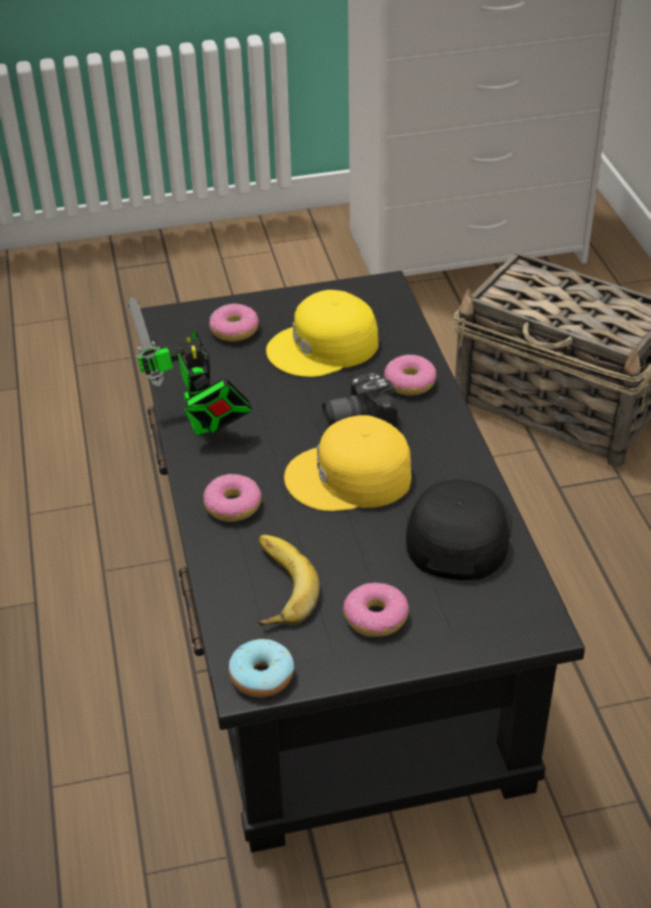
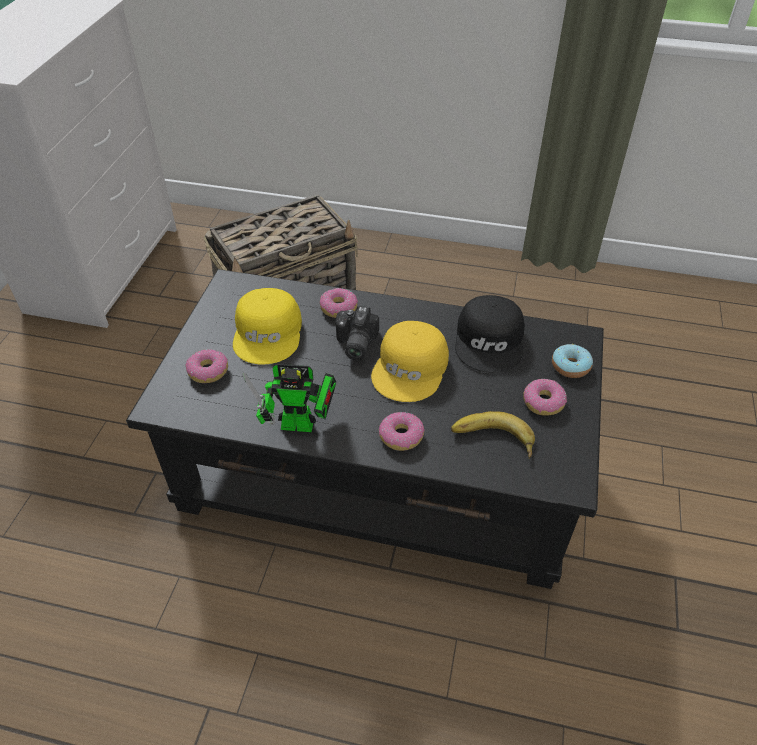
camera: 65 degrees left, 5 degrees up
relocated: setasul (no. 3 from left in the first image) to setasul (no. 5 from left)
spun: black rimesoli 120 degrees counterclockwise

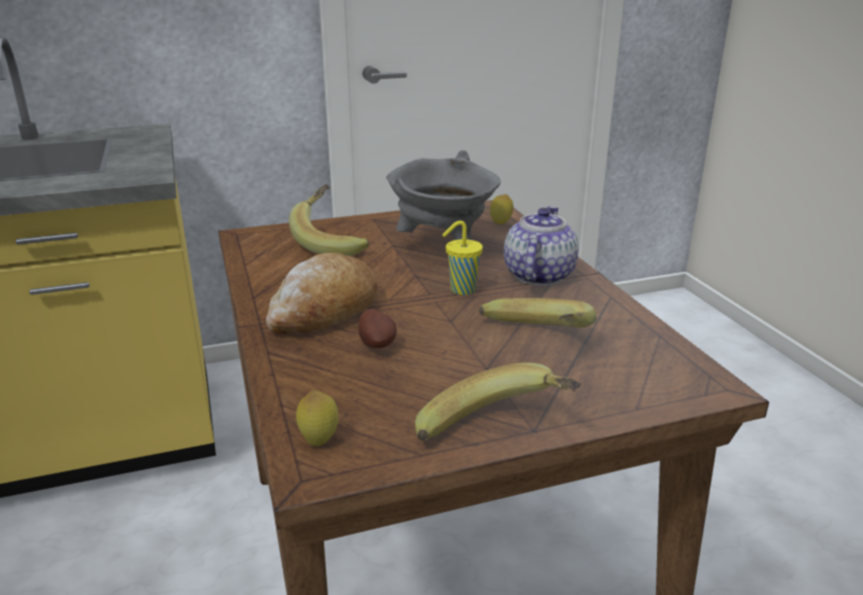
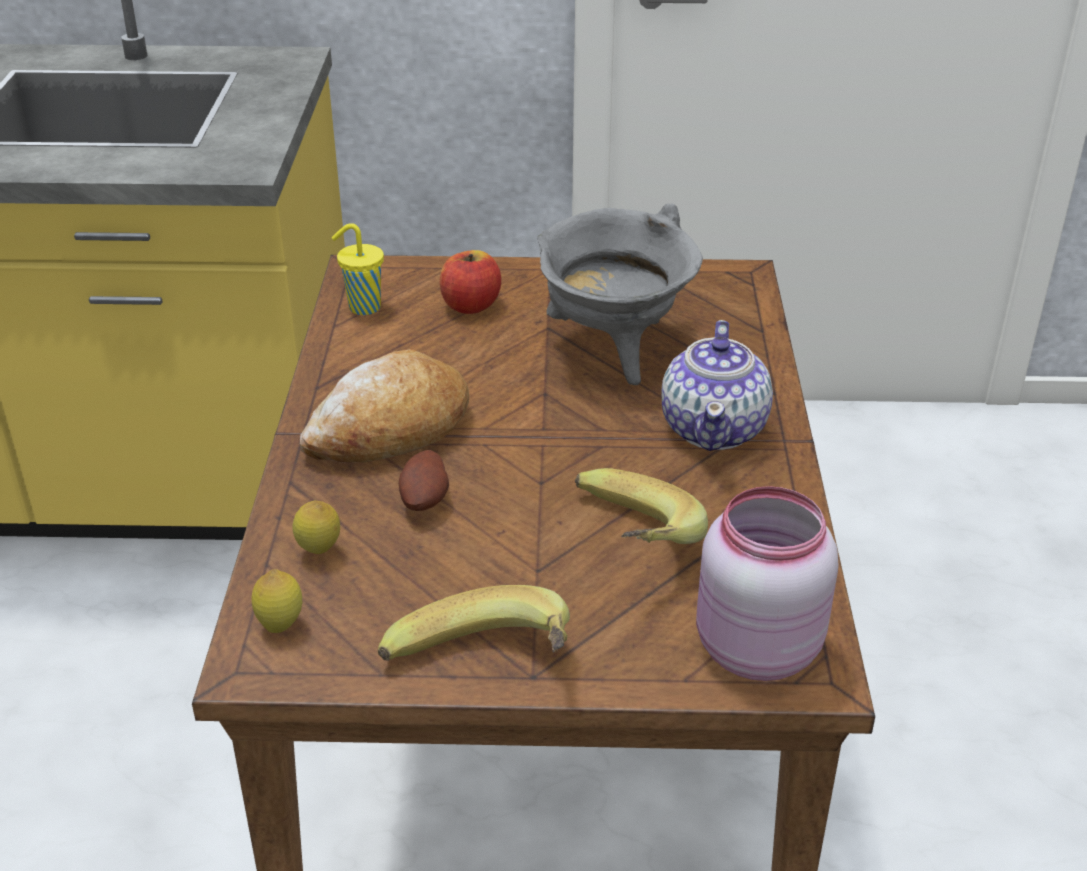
camera: 20 degrees right, 10 degrees up
appeared: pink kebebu
relocated: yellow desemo; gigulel (no. 2 from left)
exchanged: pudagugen (no. 1 from left) to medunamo
spun: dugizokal 150 degrees clockwise

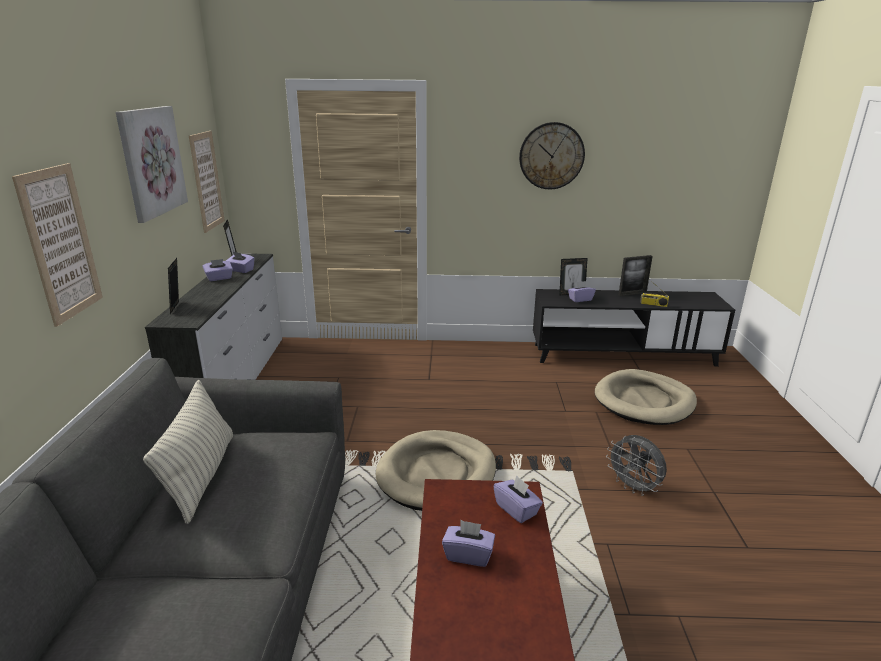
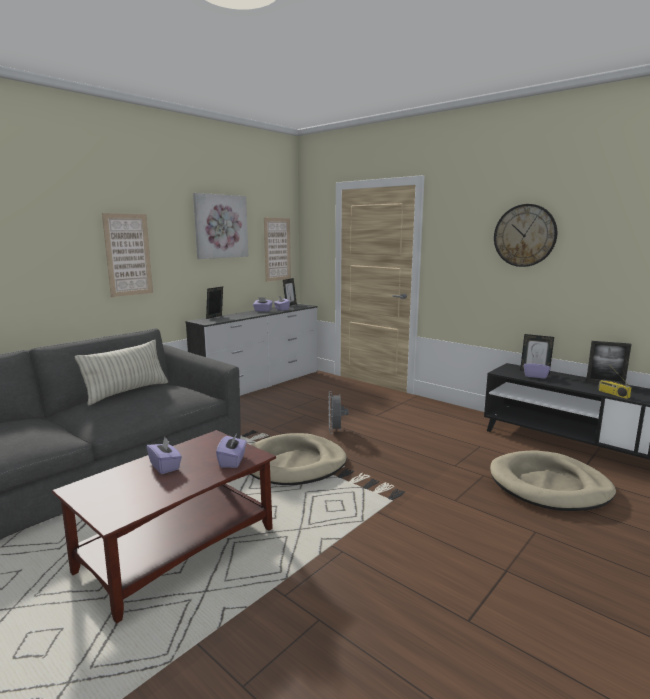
camera: 40 degrees right, 10 degrees down
relocated: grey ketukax

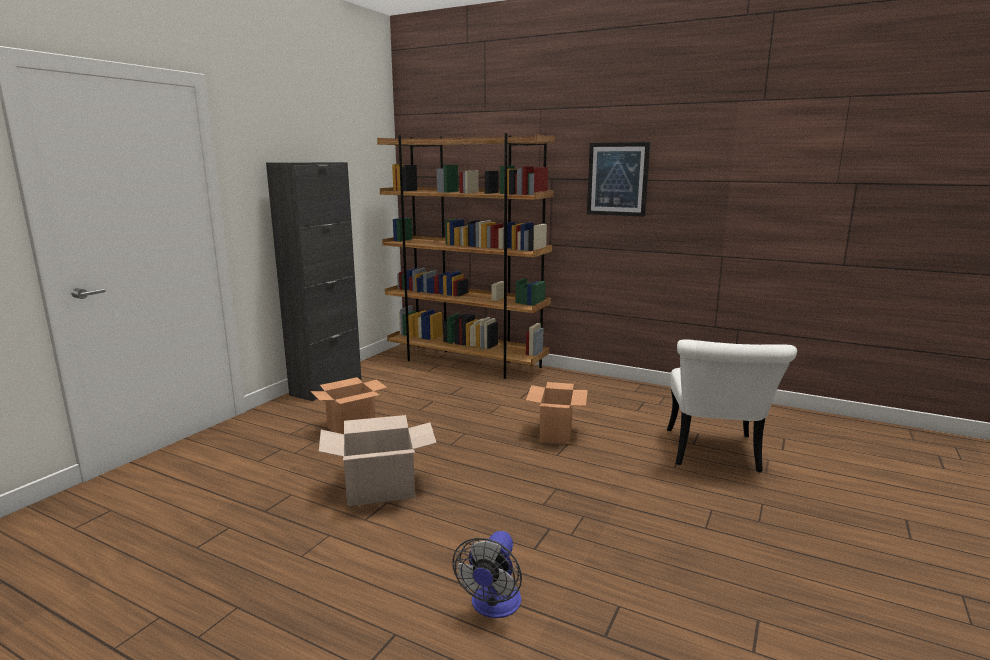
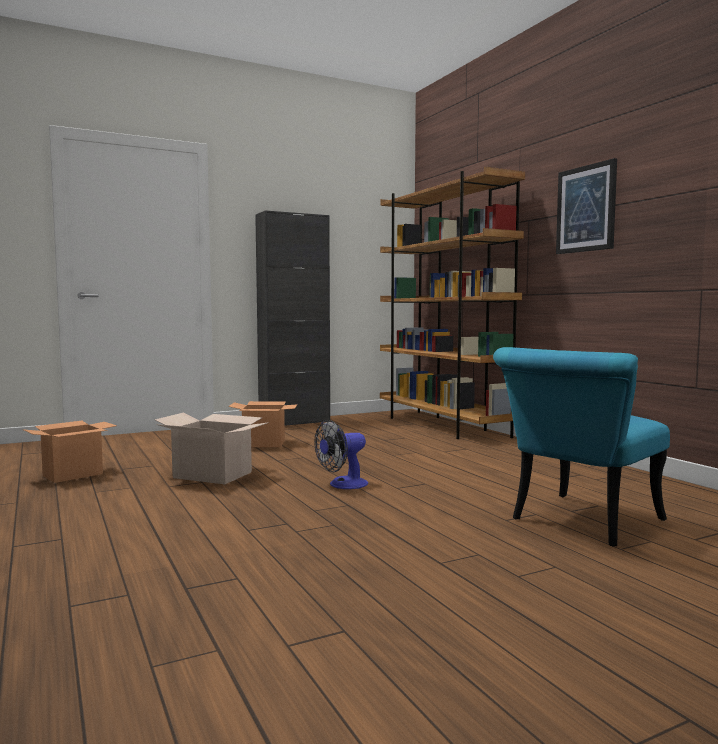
camera: 35 degrees right, 10 degrees down
relocated: ketukax; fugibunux (no. 3 from left in the first image) to fugibunux (no. 1 from left)
colour: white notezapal to turquoise notezapal

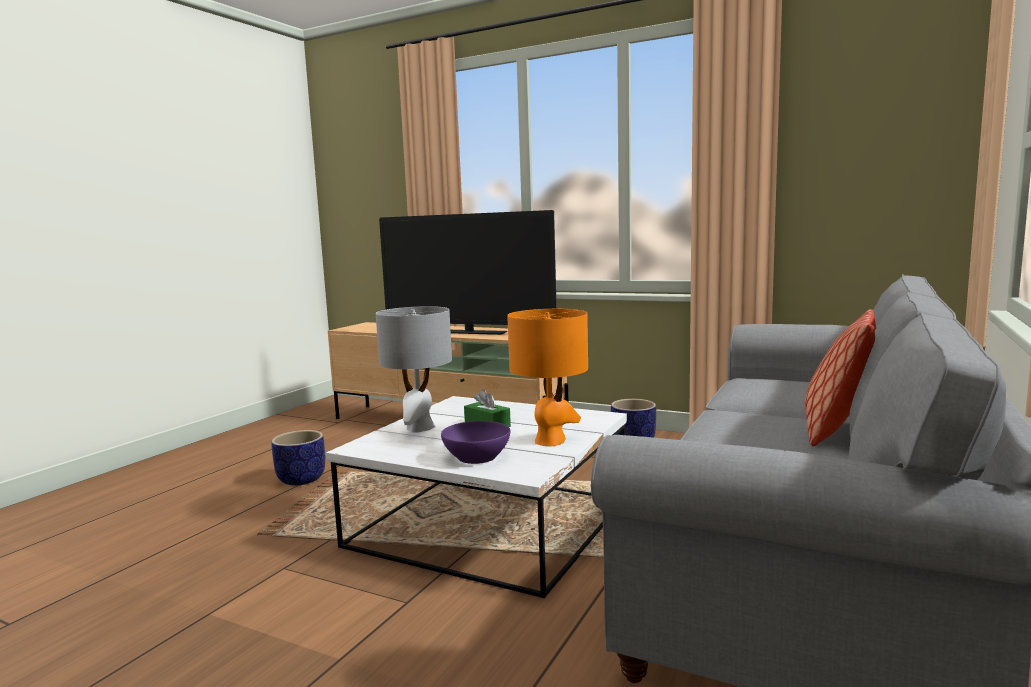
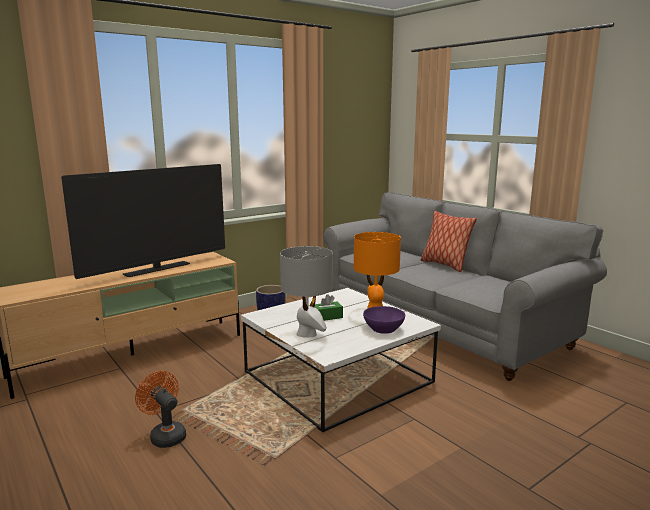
camera: 65 degrees left, 5 degrees up
exchanged: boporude (no. 1 from left) to orange ketukax

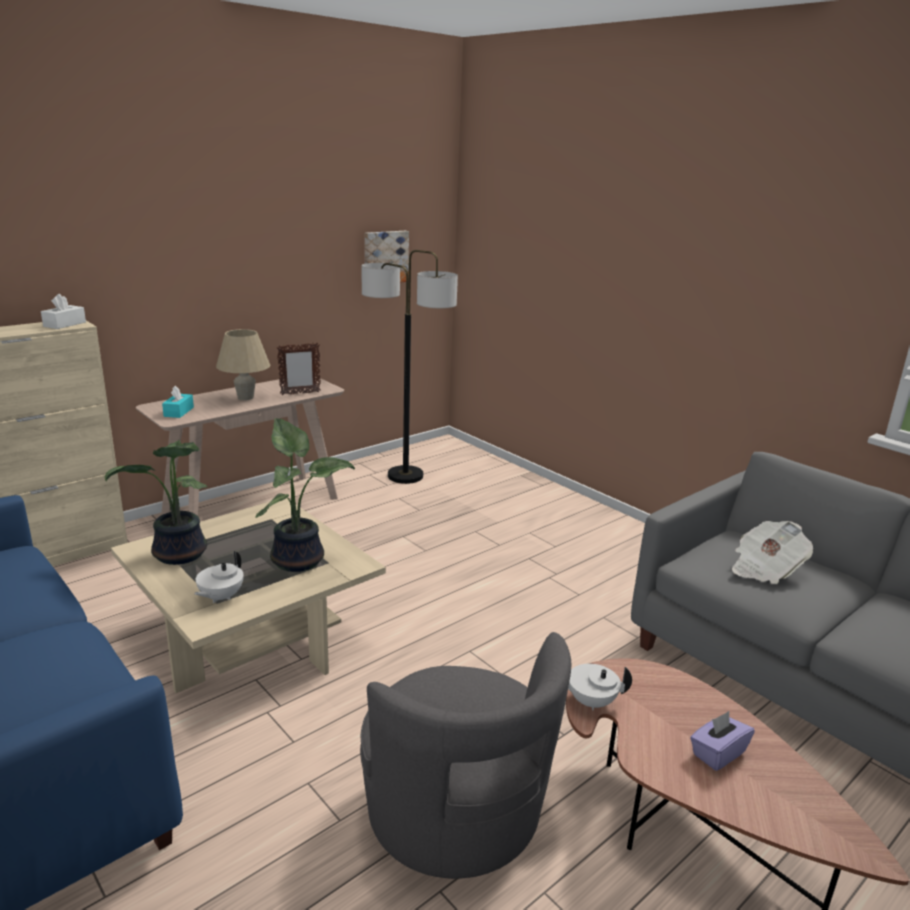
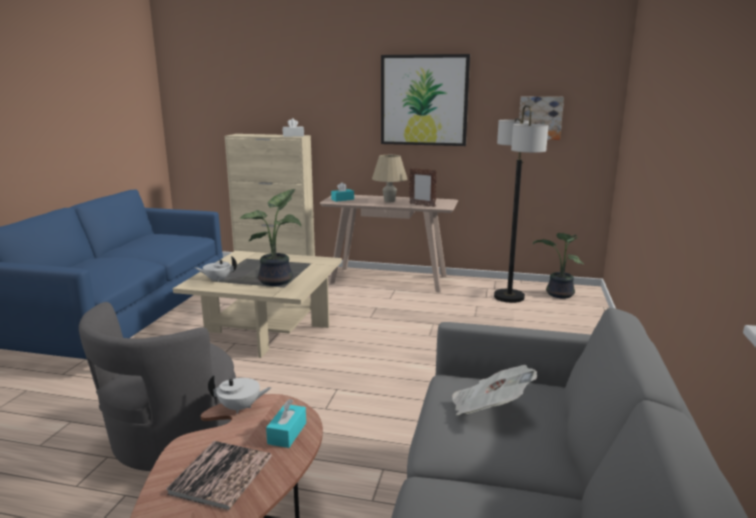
camera: 55 degrees right, 5 degrees down
appeared: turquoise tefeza (no. 1 from left); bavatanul (no. 1 from left)
relocated: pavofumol (no. 1 from left in the first image) to pavofumol (no. 2 from left)
exchanged: purple tefeza to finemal
spun: white dugizokal (no. 2 from left) 120 degrees clockwise

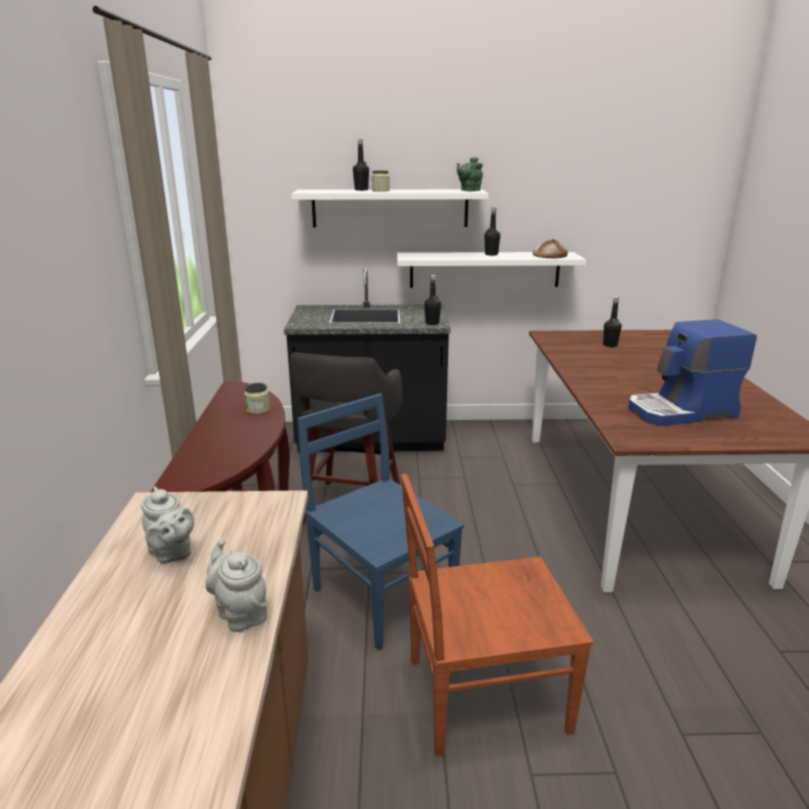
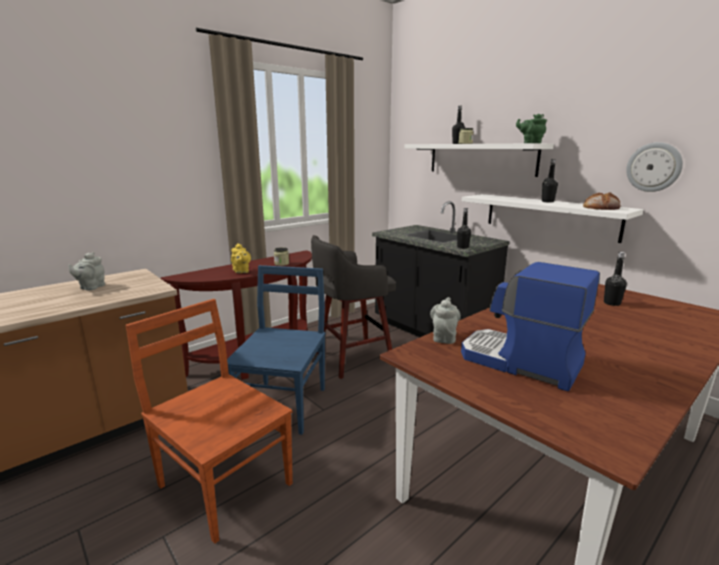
camera: 50 degrees right, 5 degrees down
appeared: yellow dugizokal; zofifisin
relocated: grey dugizokal (no. 2 from left)

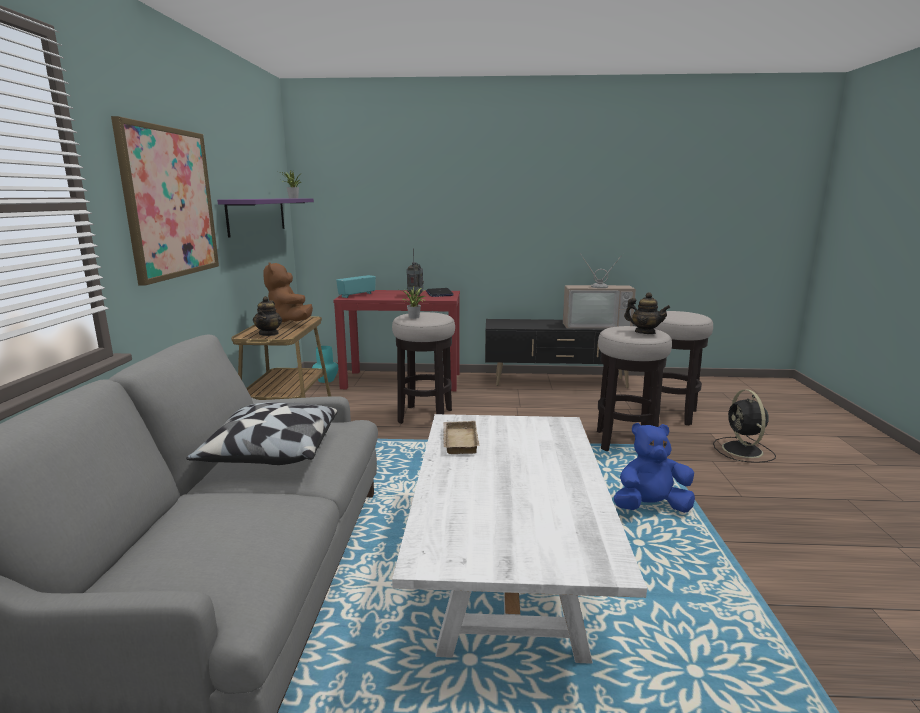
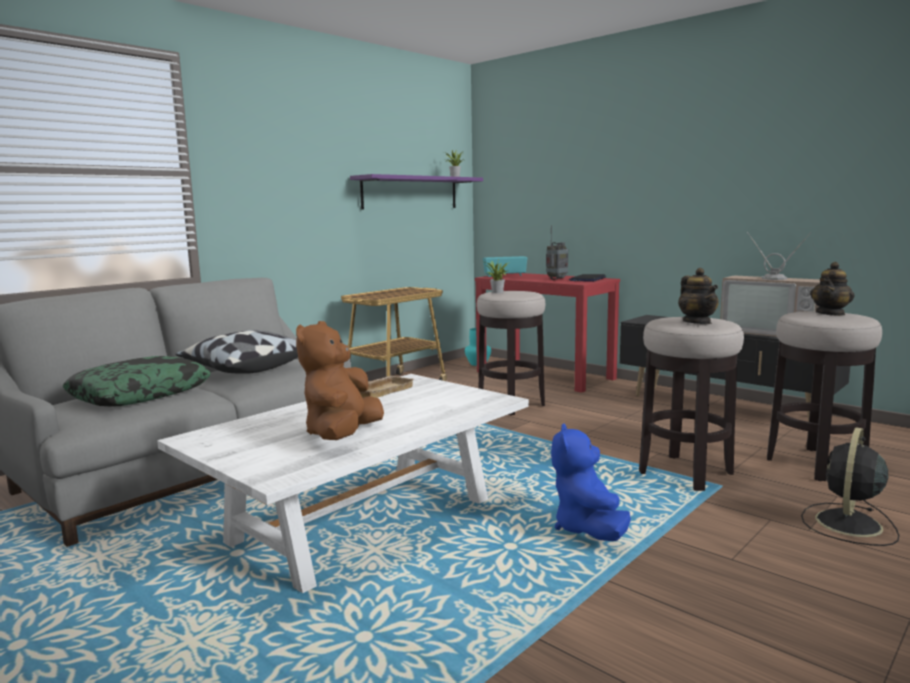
camera: 40 degrees right, 5 degrees down
missing: bavatanul
appeared: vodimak (no. 1 from left)
relocated: dugizokal (no. 1 from left in the first image) to dugizokal (no. 2 from left); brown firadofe
spun: blue firadofe 120 degrees counterclockwise

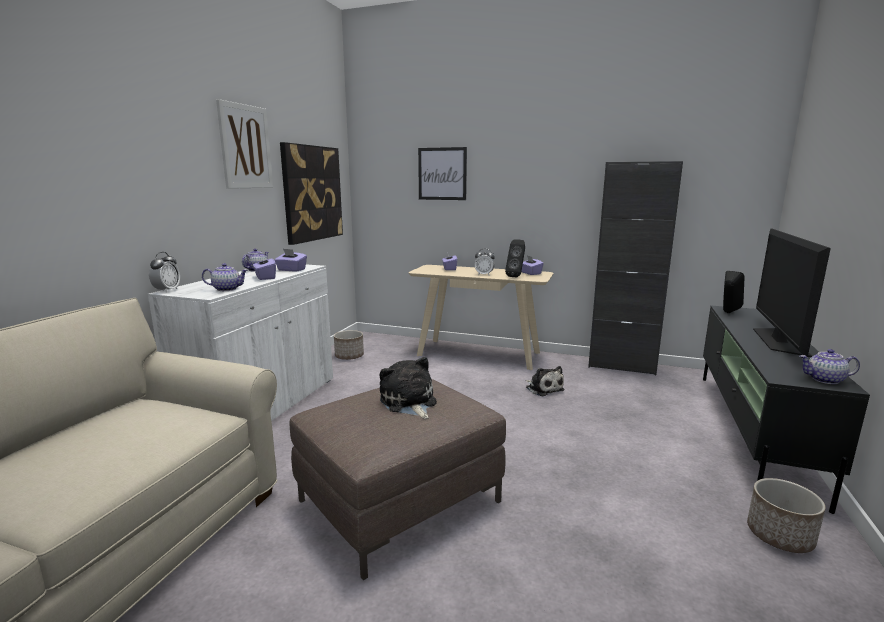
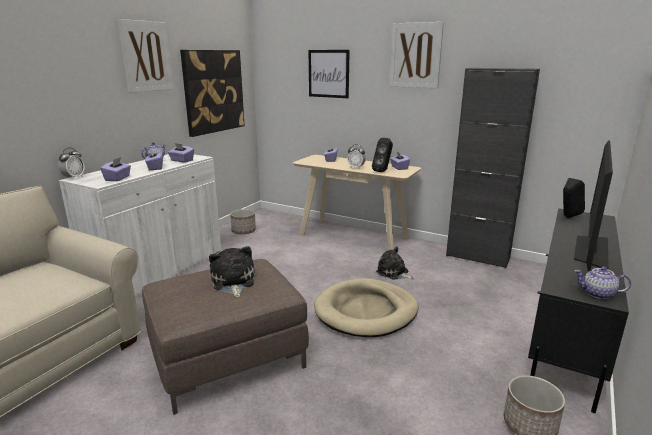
camera: 10 degrees right, 5 degrees up
appeared: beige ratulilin; bavatanul (no. 4 from left)
exchanged: dugizokal (no. 1 from left) to purple tefeza (no. 1 from left)
spun: firadofe (no. 2 from left) 150 degrees clockwise

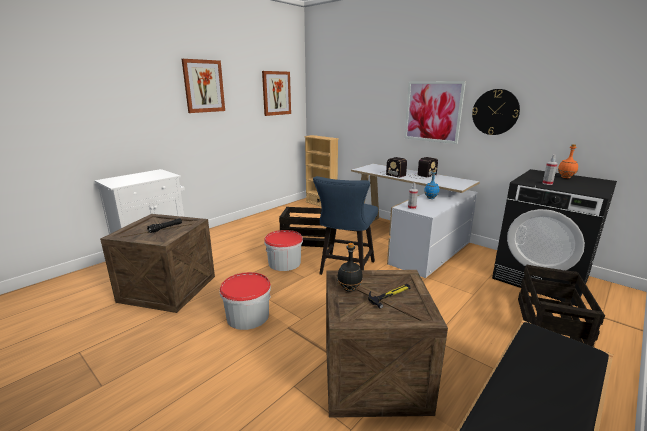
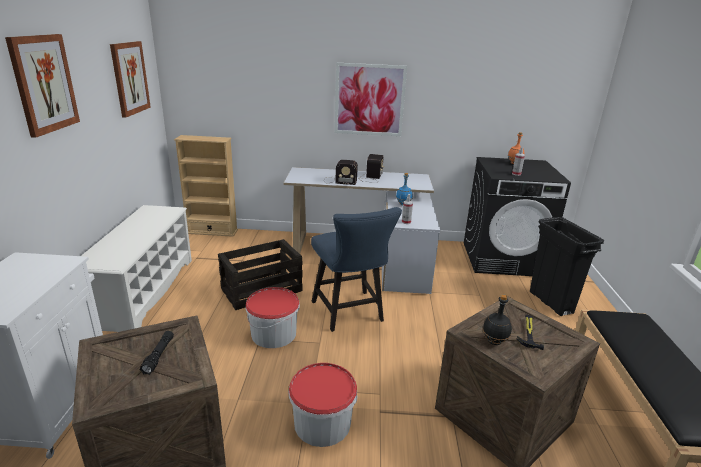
camera: 40 degrees left, 5 degrees up
missing: zofifisin
appeared: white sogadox
exchanged: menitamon (no. 4 from left) to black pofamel

